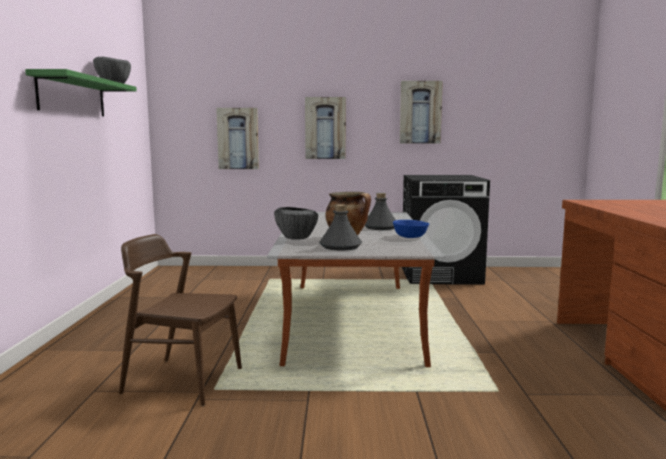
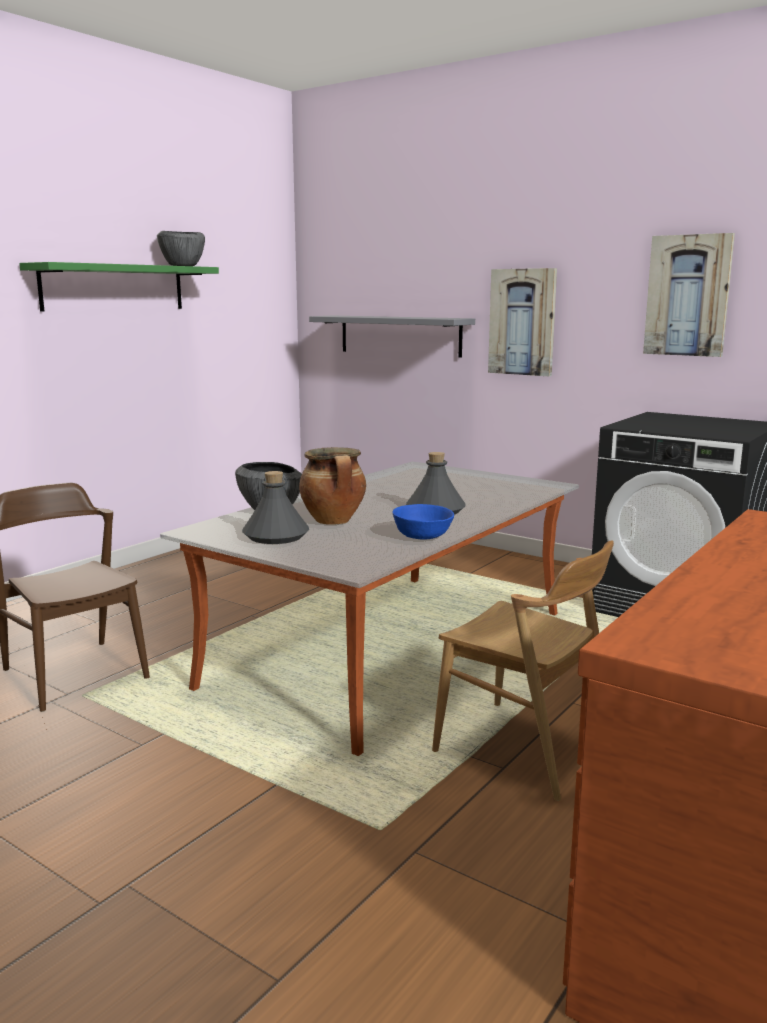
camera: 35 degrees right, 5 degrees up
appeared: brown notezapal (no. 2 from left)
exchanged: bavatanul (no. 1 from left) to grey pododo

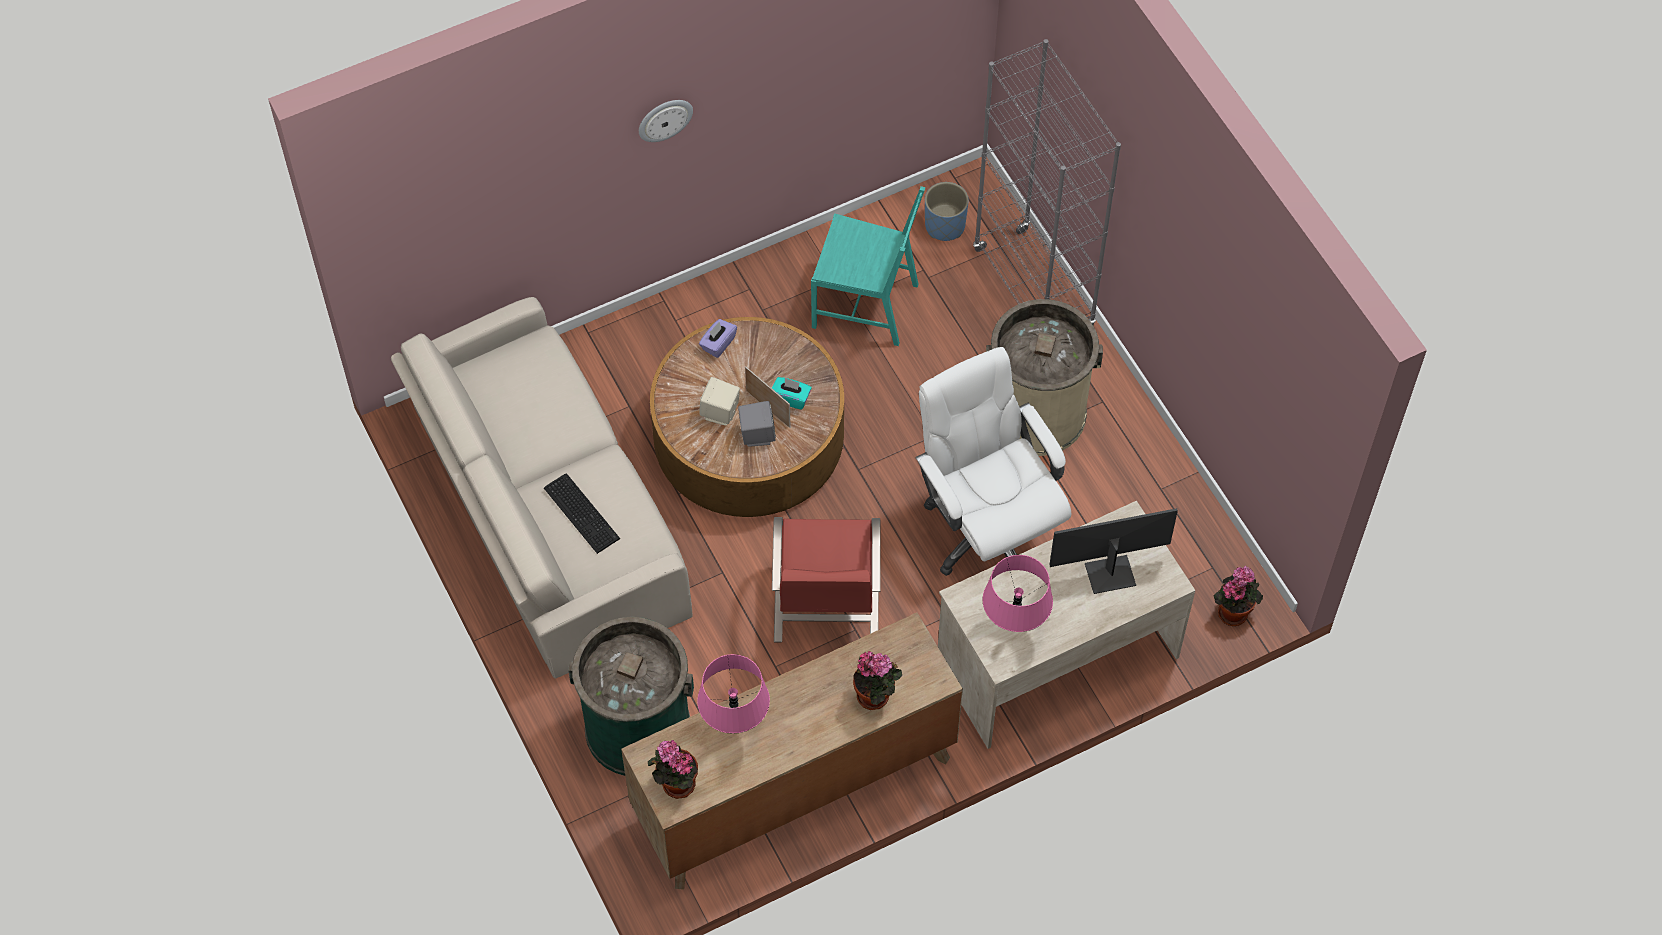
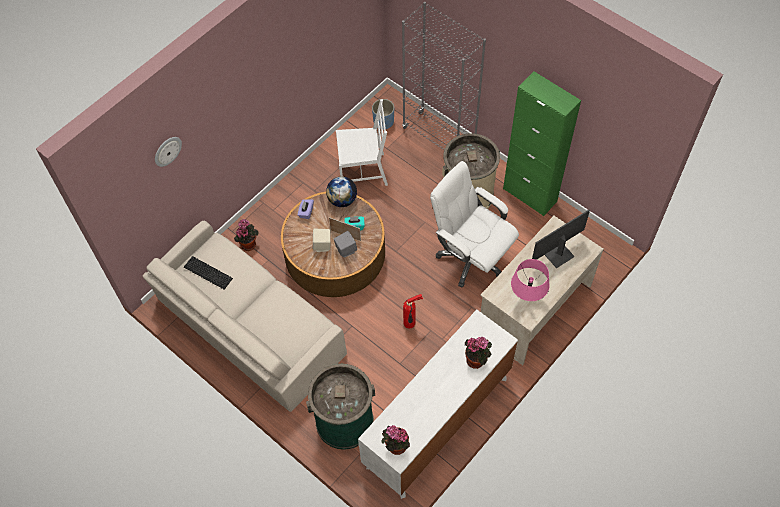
camera: 20 degrees left, 0 degrees up
missing: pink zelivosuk (no. 1 from left)
appeared: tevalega; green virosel
relocated: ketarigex; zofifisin; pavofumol (no. 3 from left in the first image) to pavofumol (no. 1 from left)
exchanged: red notezapal to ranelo
colour: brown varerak to white varerak; turquoise notezapal to white notezapal

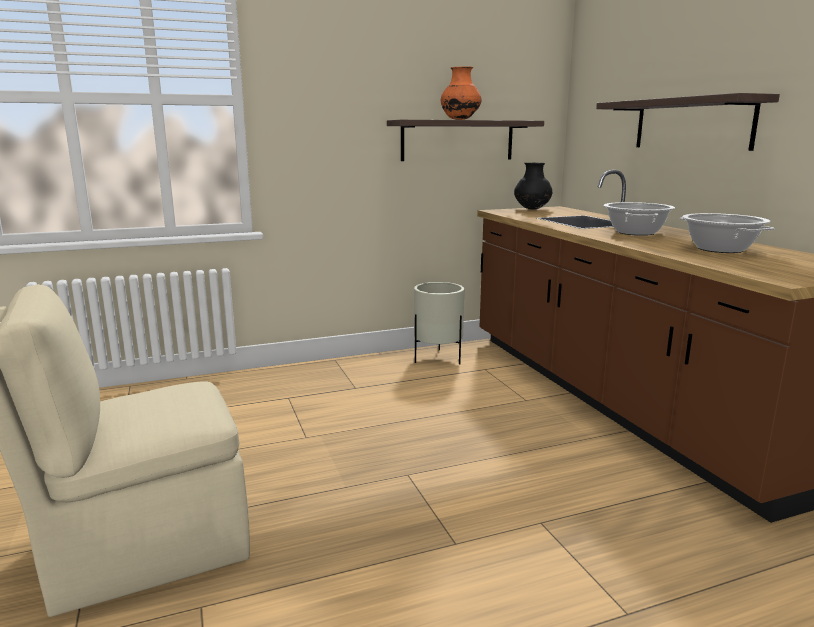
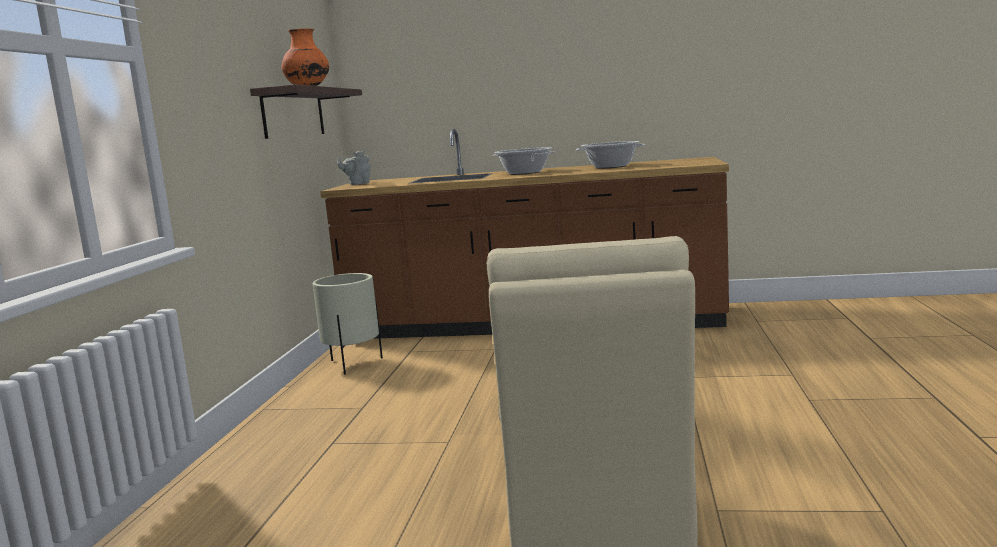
camera: 60 degrees left, 5 degrees down
missing: pododo (no. 2 from left)
exchanged: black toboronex to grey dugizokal

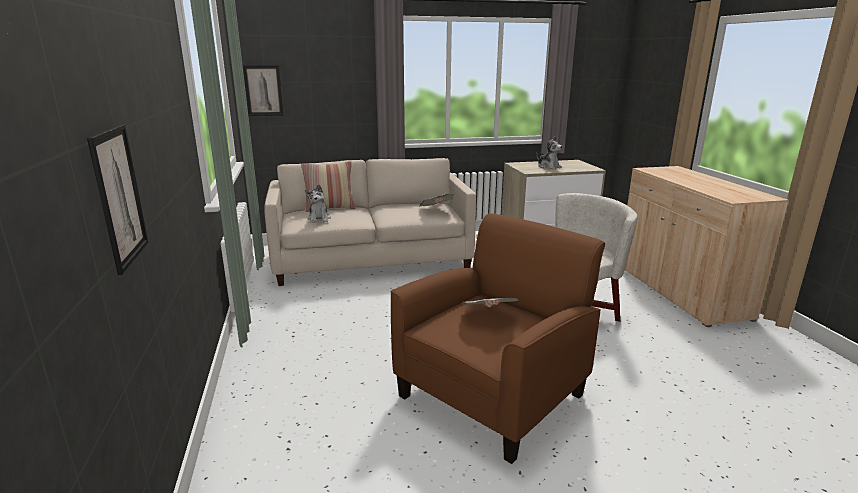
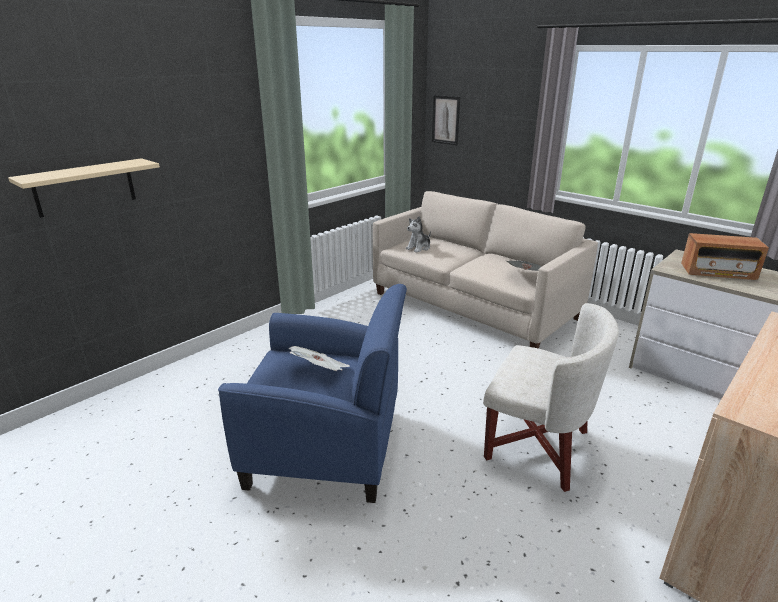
camera: 55 degrees right, 5 degrees up
missing: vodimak
exchanged: bavatanul (no. 1 from left) to beige pododo; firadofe (no. 2 from left) to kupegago
colour: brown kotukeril to blue kotukeril

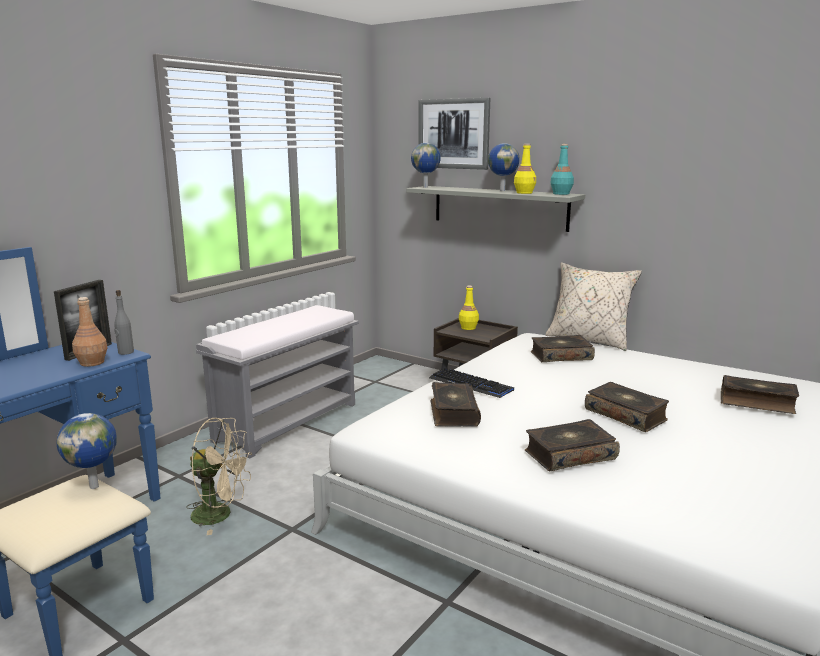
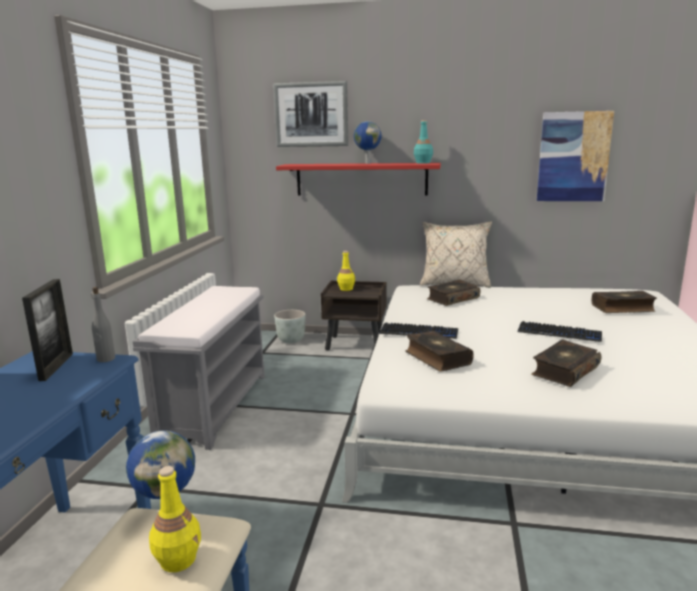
camera: 25 degrees left, 0 degrees up
missing: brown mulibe; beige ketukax; tevalega (no. 2 from left)
appeared: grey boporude; bavatanul (no. 2 from left)
relocated: yellow mulibe (no. 2 from left in the first image) to yellow mulibe (no. 1 from left)
exchanged: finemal (no. 4 from left) to ketarigex (no. 2 from left)
colour: grey pododo to red pododo

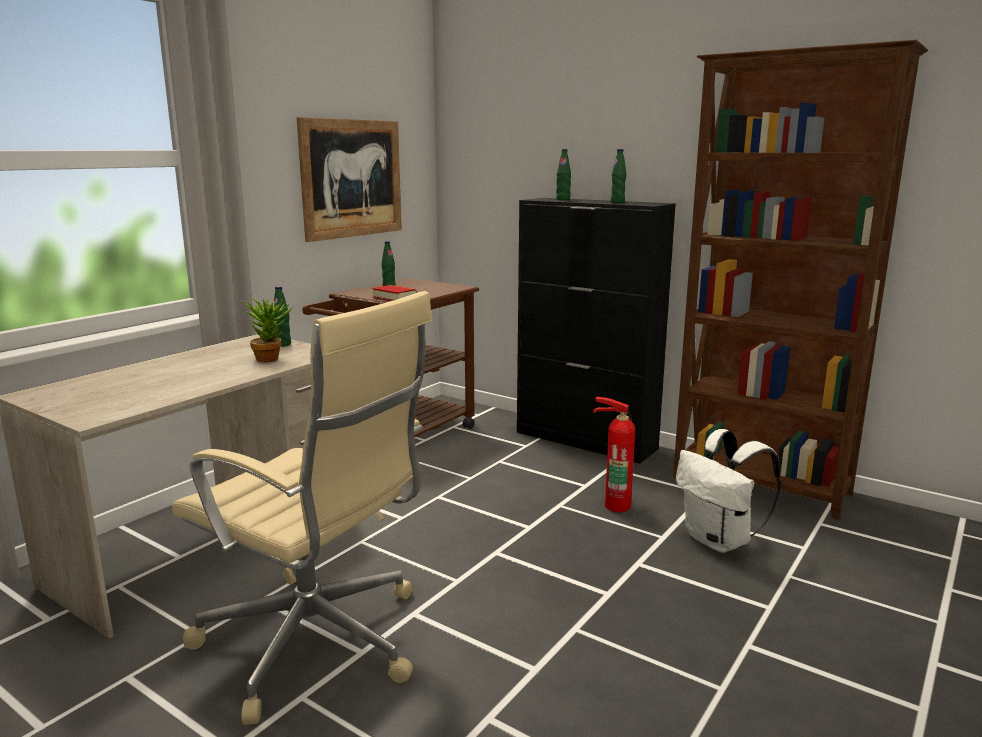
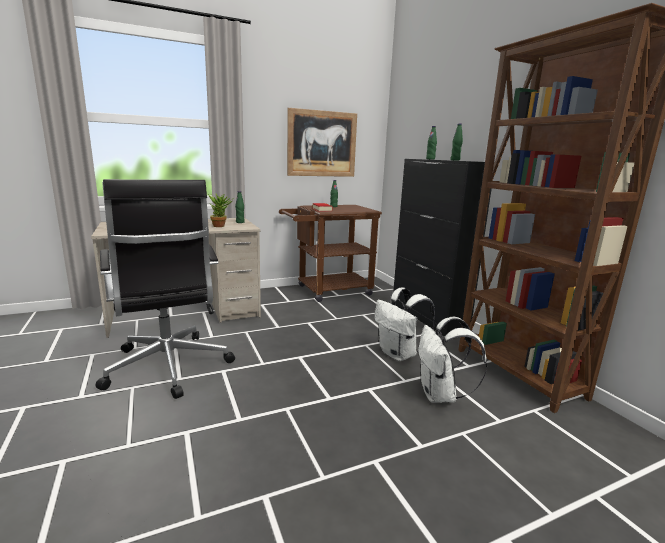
camera: 30 degrees right, 0 degrees up
exchanged: ranelo to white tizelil (no. 1 from left)
colour: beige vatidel to black vatidel

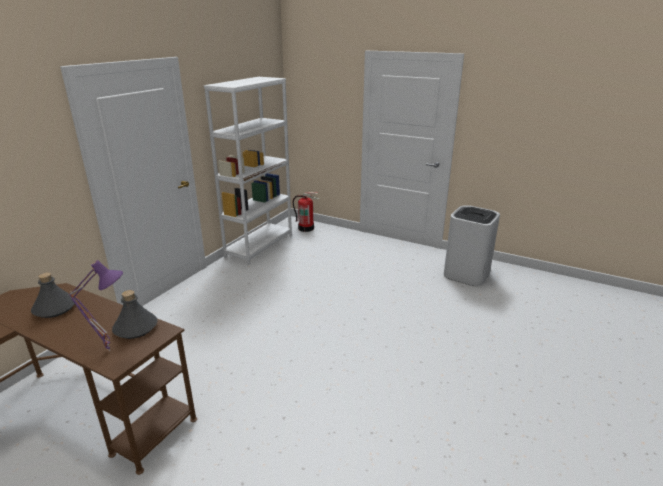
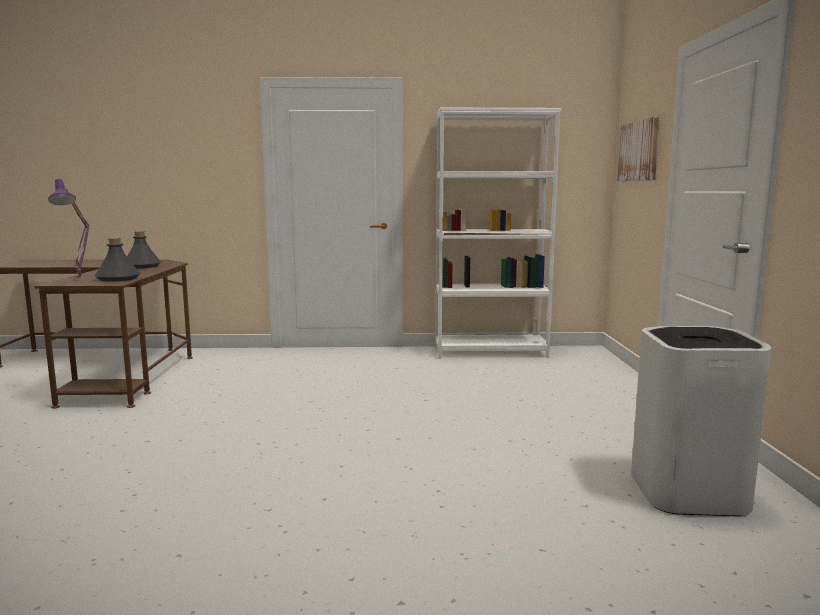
camera: 60 degrees right, 15 degrees down
missing: ranelo
appeared: bavatanul

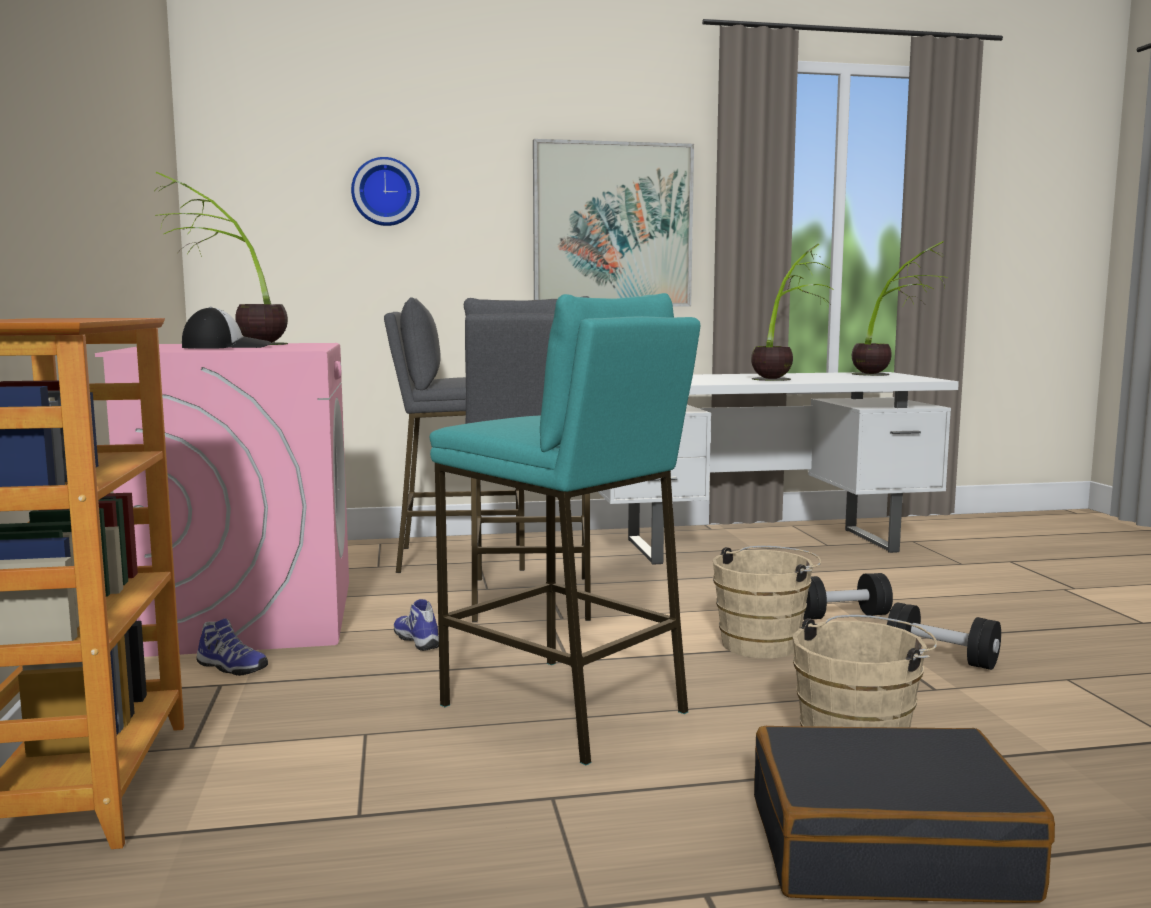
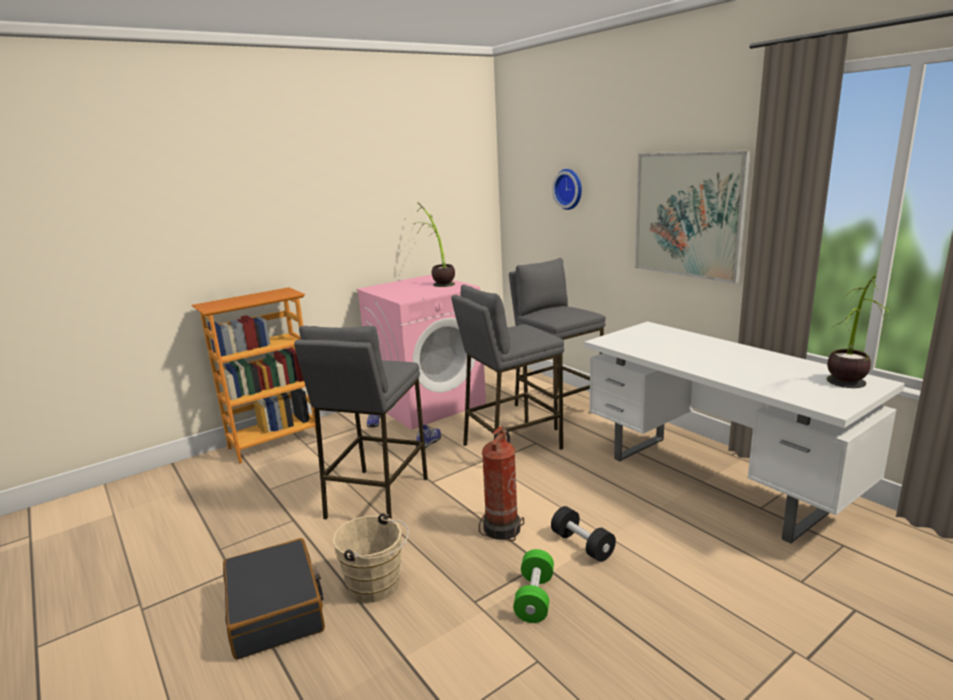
camera: 65 degrees right, 10 degrees up
missing: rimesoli; pavofumol (no. 2 from left)
exchanged: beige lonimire (no. 1 from left) to ranelo
colour: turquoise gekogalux to grey gekogalux (no. 1 from left); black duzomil (no. 2 from left) to green duzomil

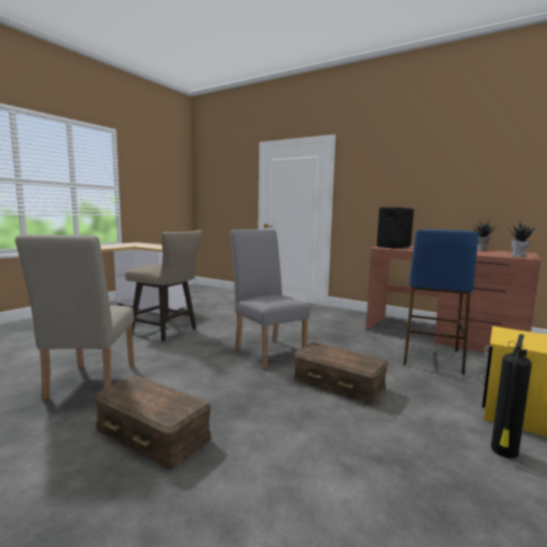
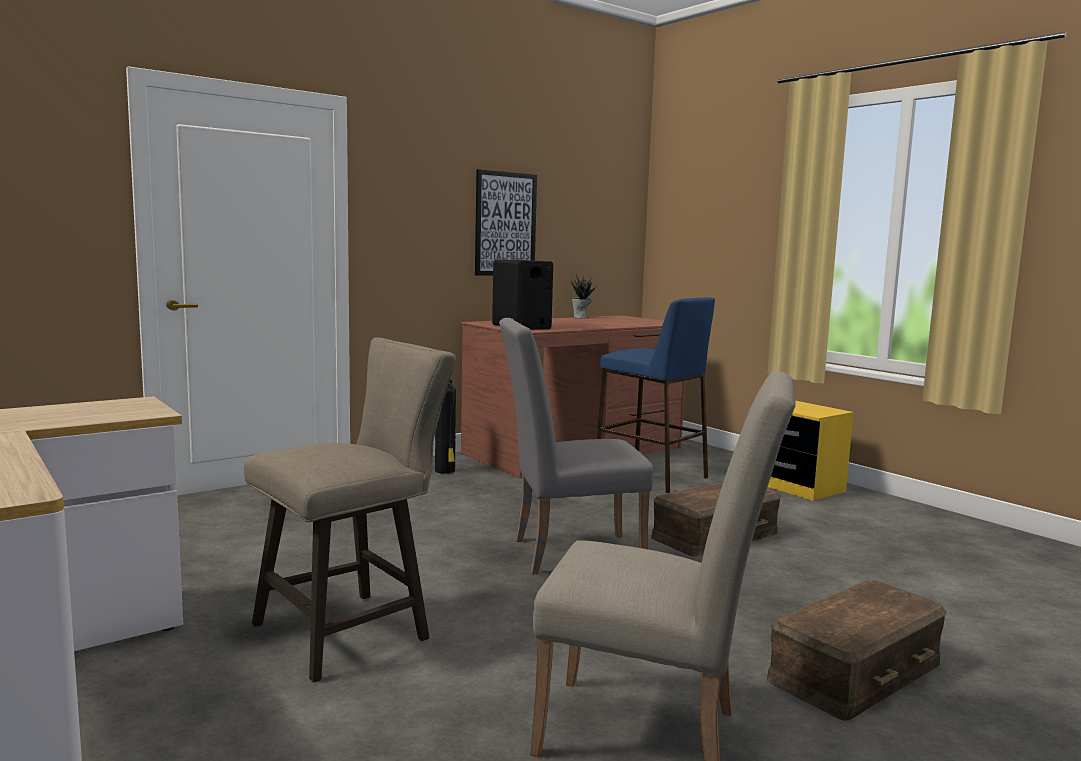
camera: 70 degrees left, 0 degrees up
missing: pavofumol (no. 2 from left)
appeared: bavatanul
relocated: ranelo

